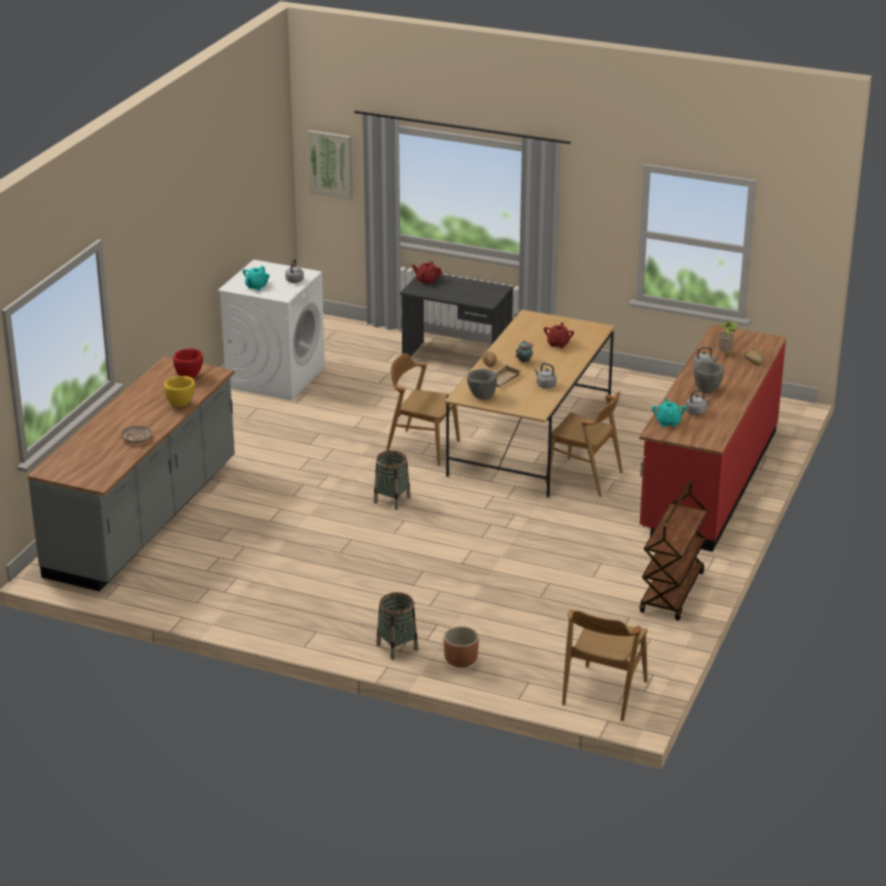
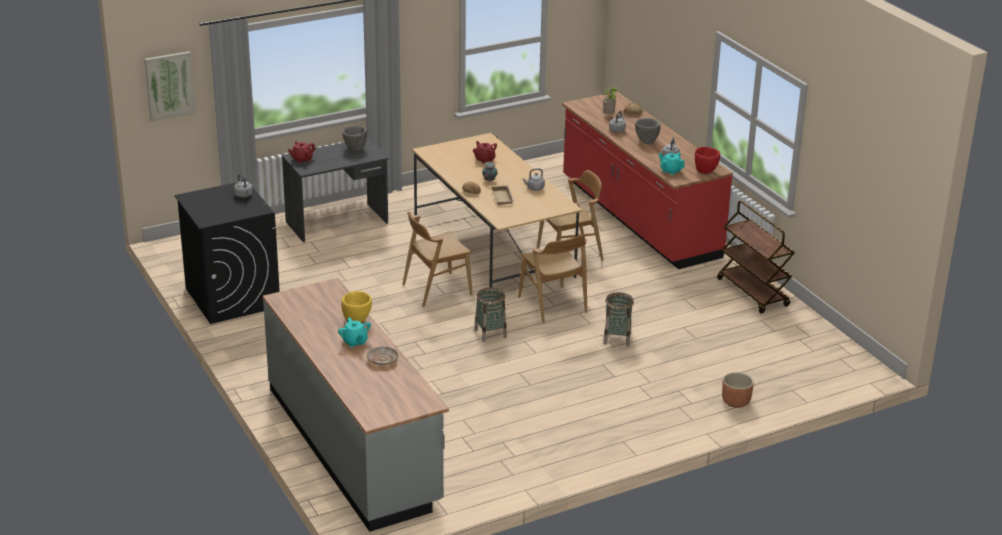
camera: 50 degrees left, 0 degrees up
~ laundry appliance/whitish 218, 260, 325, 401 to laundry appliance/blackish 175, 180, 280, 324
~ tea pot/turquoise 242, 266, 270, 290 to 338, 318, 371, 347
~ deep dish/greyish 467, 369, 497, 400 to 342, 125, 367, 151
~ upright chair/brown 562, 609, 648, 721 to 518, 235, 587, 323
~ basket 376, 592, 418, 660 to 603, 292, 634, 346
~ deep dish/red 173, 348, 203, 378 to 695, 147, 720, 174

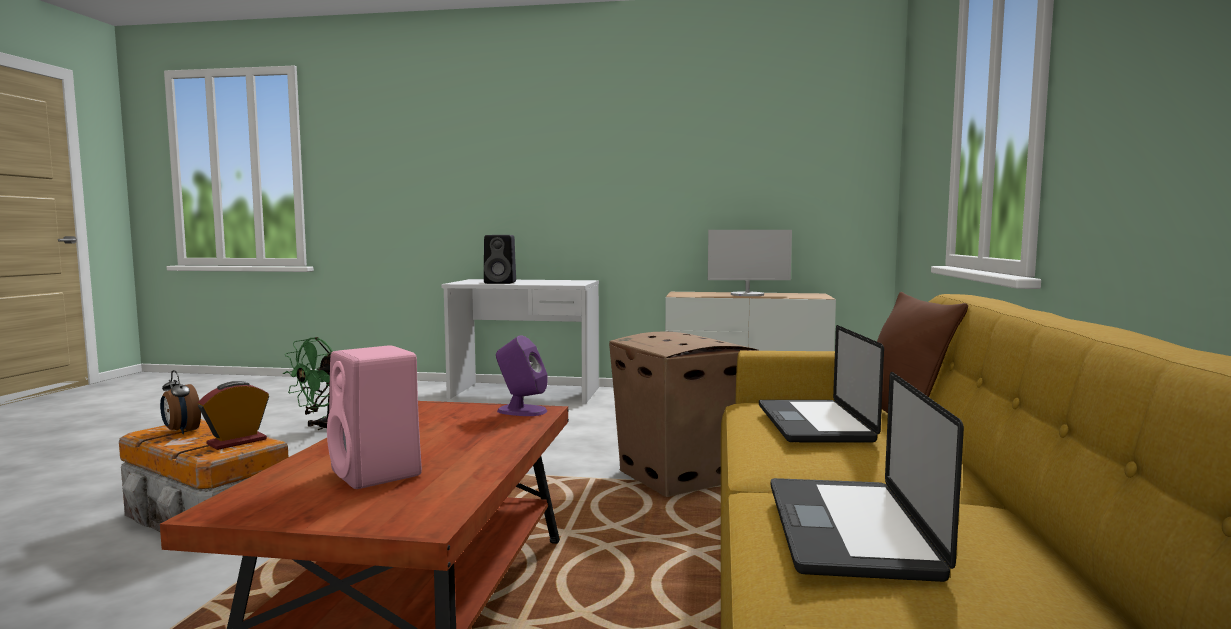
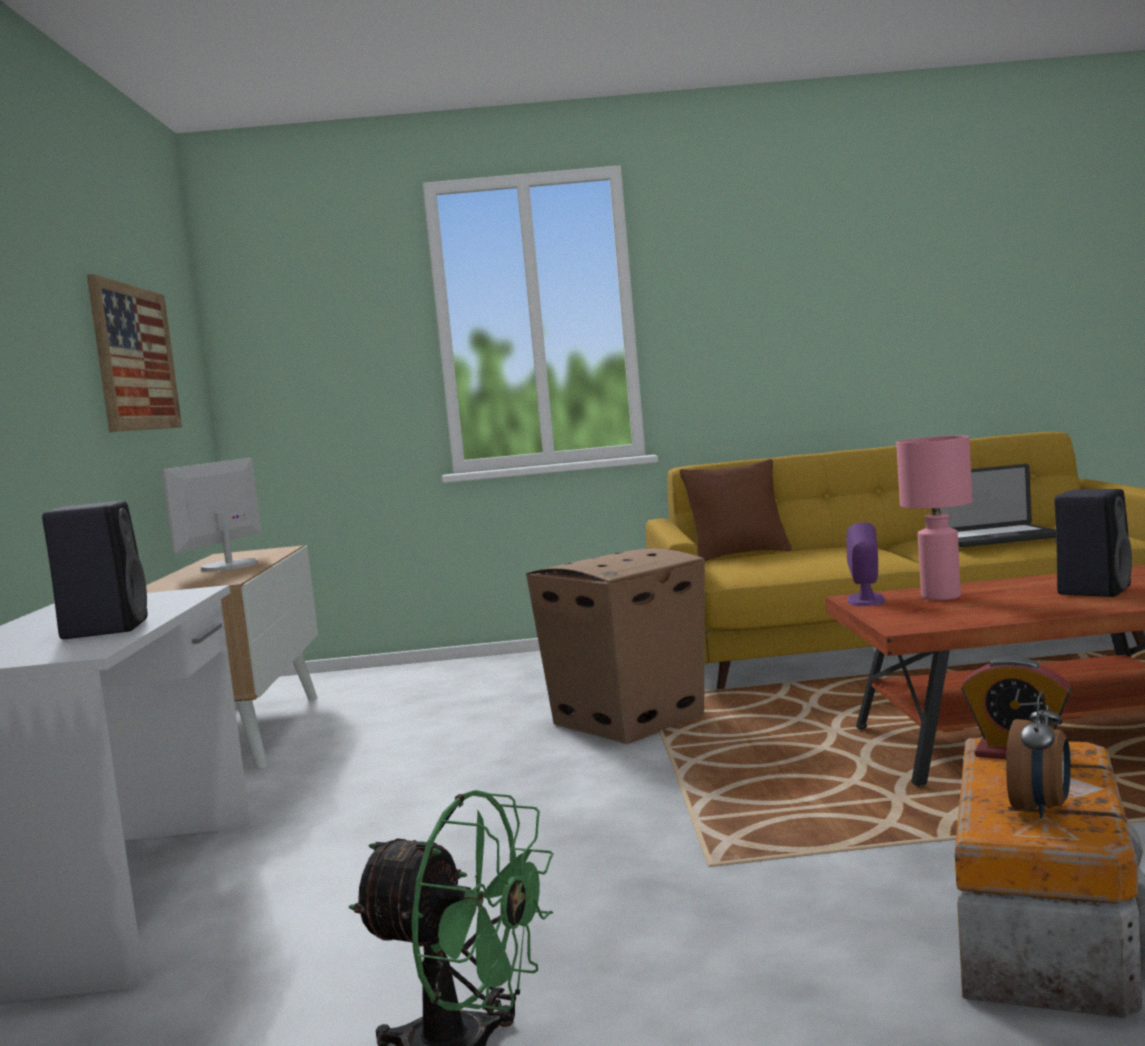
camera: 100 degrees left, 0 degrees up
+ picture 87, 274, 182, 432
~ computer display 708, 230, 792, 296 = 161, 458, 261, 571 150 degrees counterclockwise
+ lamp for a table/pink 896, 436, 973, 600
~ speaker/pink 327, 345, 422, 489 to speaker/blackish 1054, 489, 1132, 597
- laptop 759, 325, 884, 443

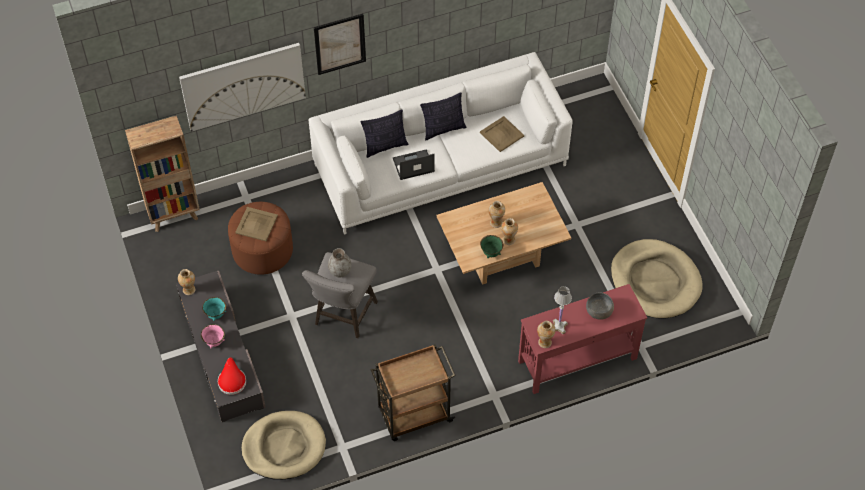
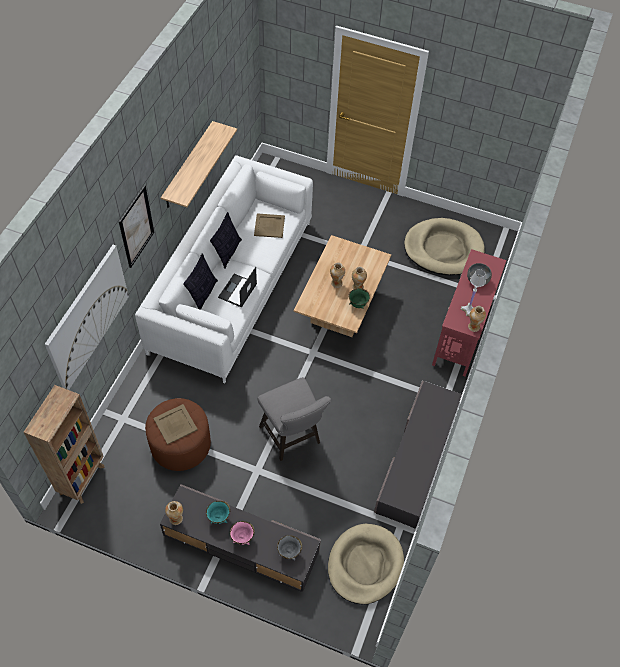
camera: 50 degrees left, 0 degrees up
+ bracket shelf 161, 121, 237, 208
~ wearable hat/red 218, 357, 246, 395 to deep dish/greyish 277, 535, 302, 561
~ cart/brown 371, 344, 456, 441 to media console/greyish 374, 381, 462, 528
- vase/greyish 328, 248, 351, 277

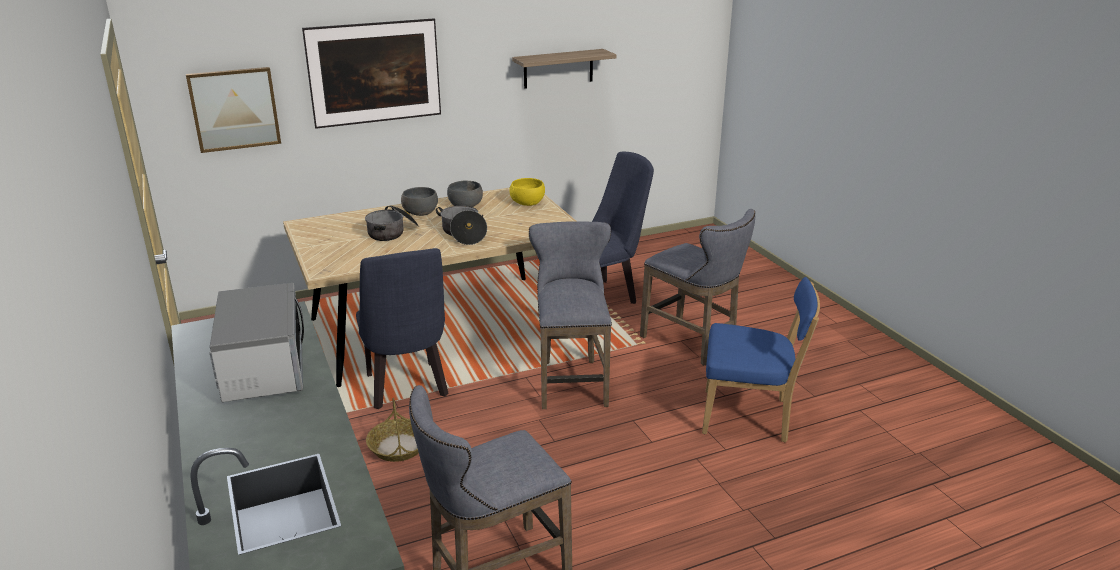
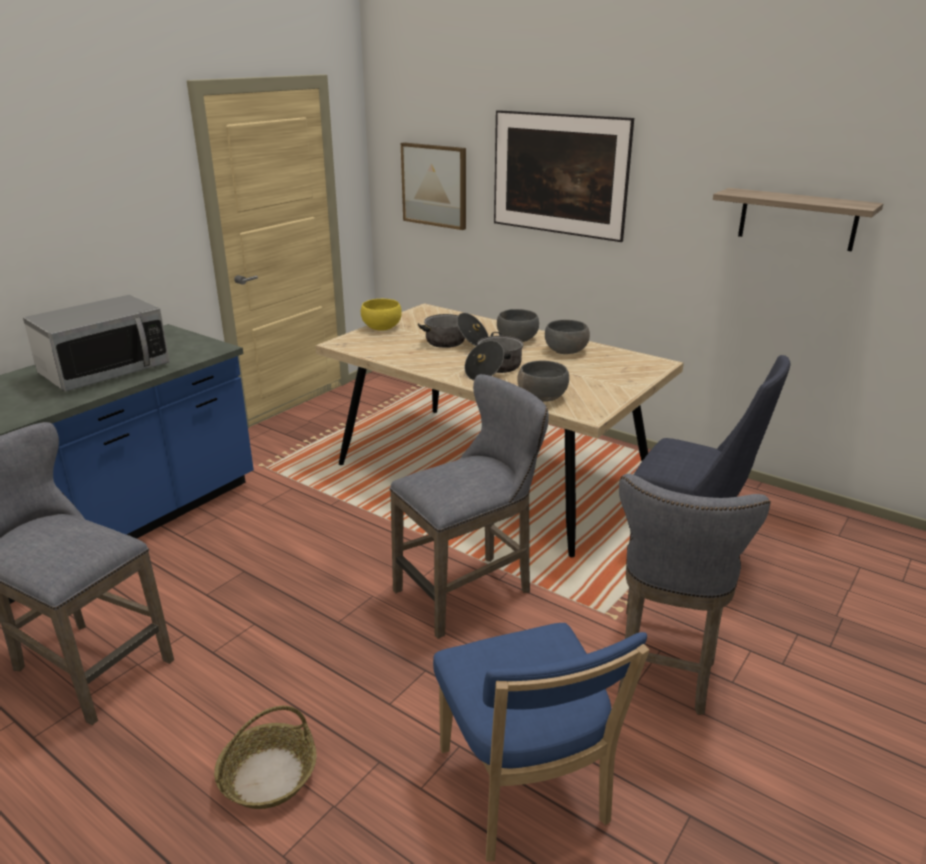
camera: 60 degrees right, 0 degrees up
~ basket 366, 398, 419, 462 to 214, 706, 317, 809
~ deep dish/yellow 509, 178, 545, 206 to 361, 299, 402, 331
+ deep dish/greyish 517, 361, 569, 402
- upright chair/blue-coloured 356, 248, 448, 409

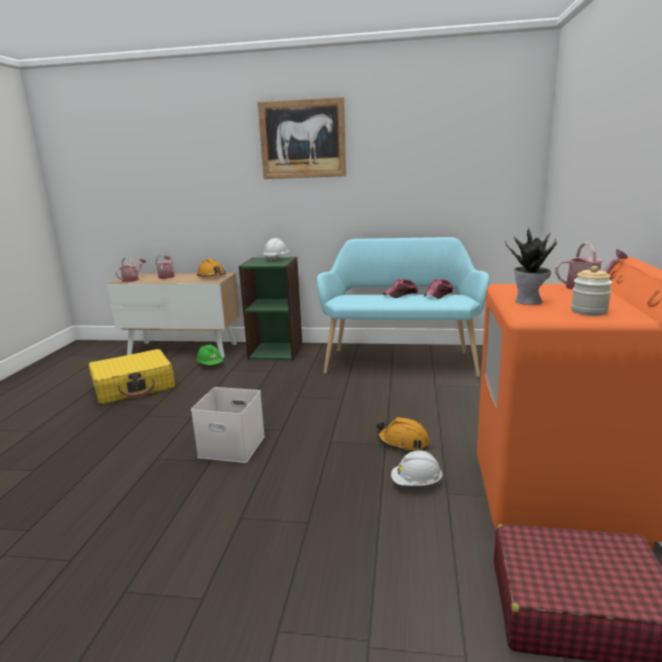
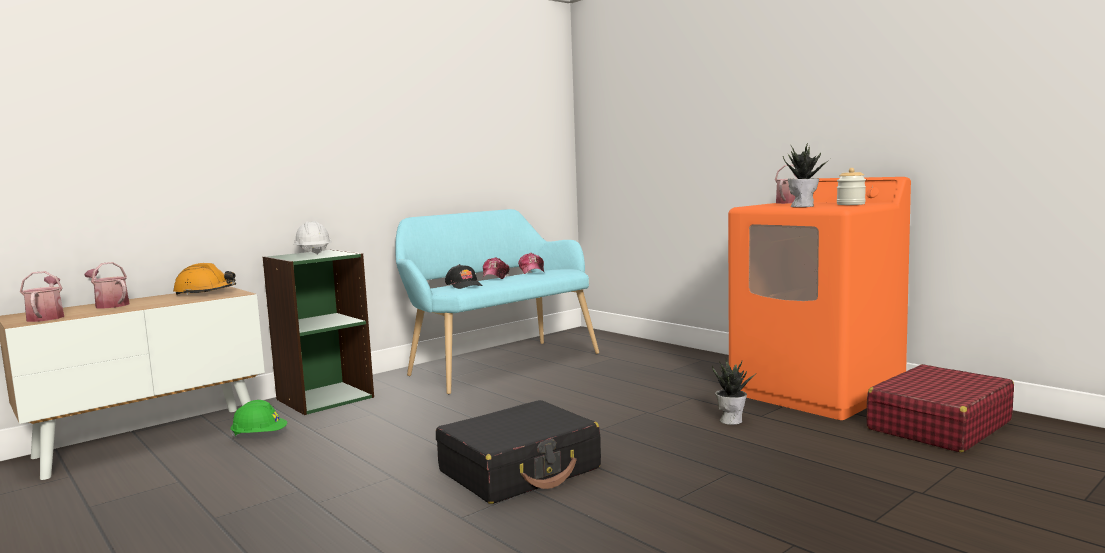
camera: 50 degrees left, 10 degrees down
~ storage bin/whitish 191, 387, 265, 463 to suitcase/blackish 436, 400, 601, 504
+ peaked cap/blackish 445, 264, 483, 289
~ safety helmet/whitish 391, 450, 443, 486 to houseplant 712, 360, 757, 425
- suitcase/yellow 89, 349, 175, 404
- picture 258, 97, 346, 179
- safety helmet/orange 376, 417, 430, 452

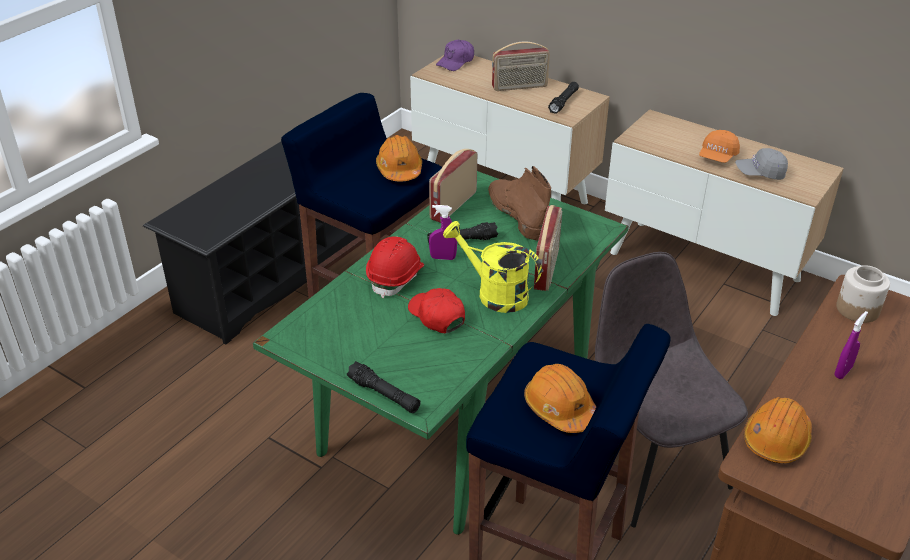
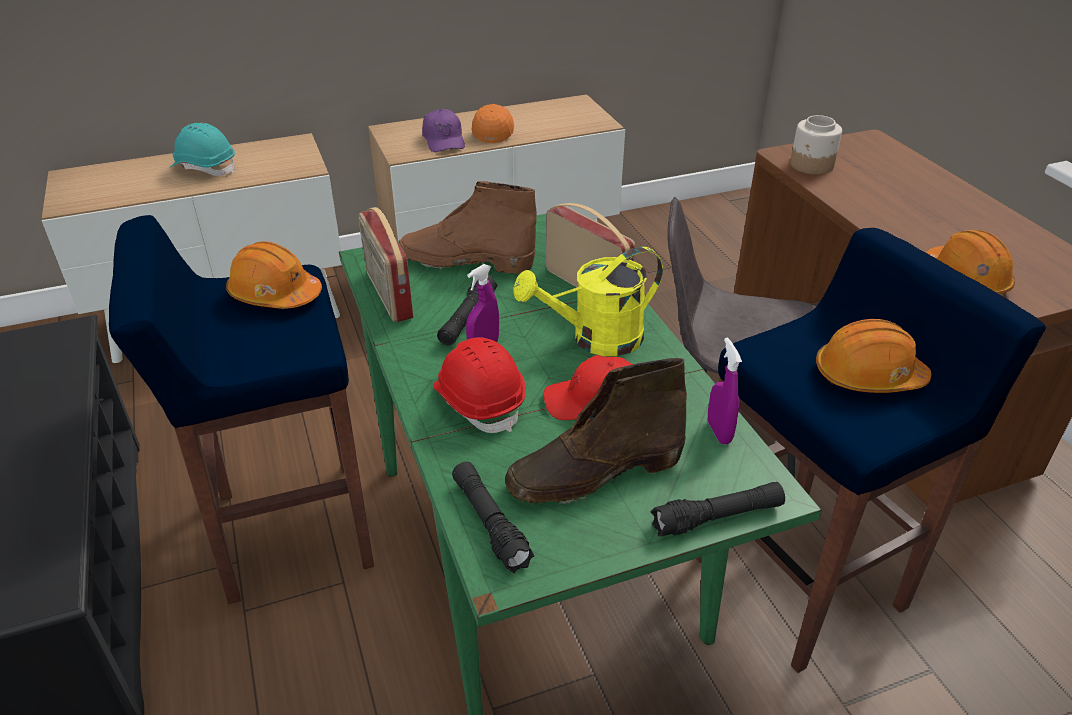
camera: 55 degrees left, 0 degrees up
~ radio set 492, 42, 550, 91 to safety helmet/turquoise 170, 123, 235, 176
~ peaked cap/purple 436, 40, 474, 71 to 422, 109, 465, 152
~ hand torch/blackish 548, 82, 579, 114 to 452, 462, 534, 573
~ peaked cap/orange 699, 130, 740, 163 = 471, 104, 514, 143 150 degrees counterclockwise
+ high-top boot/brown 505, 358, 687, 504
~ spray bottle/purple 834, 311, 868, 379 to 708, 337, 742, 444
- peaked cap/greyish 735, 148, 788, 180

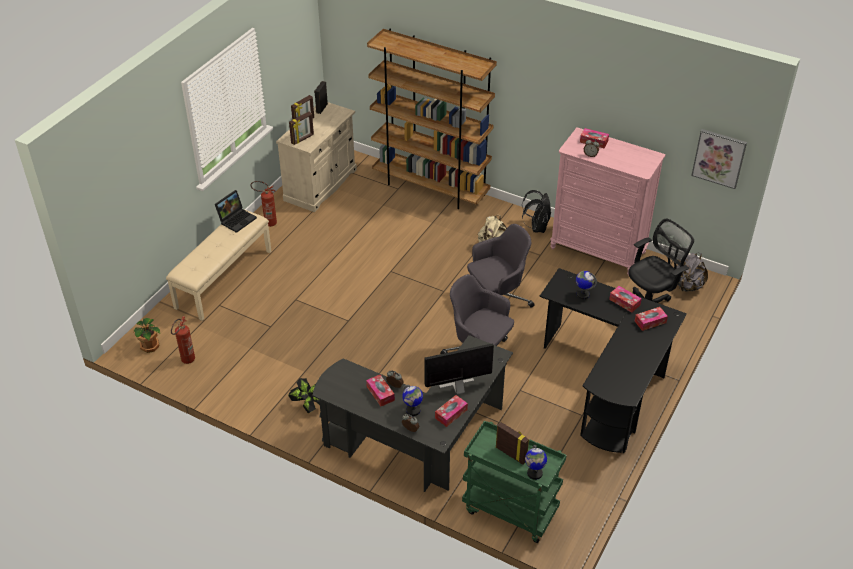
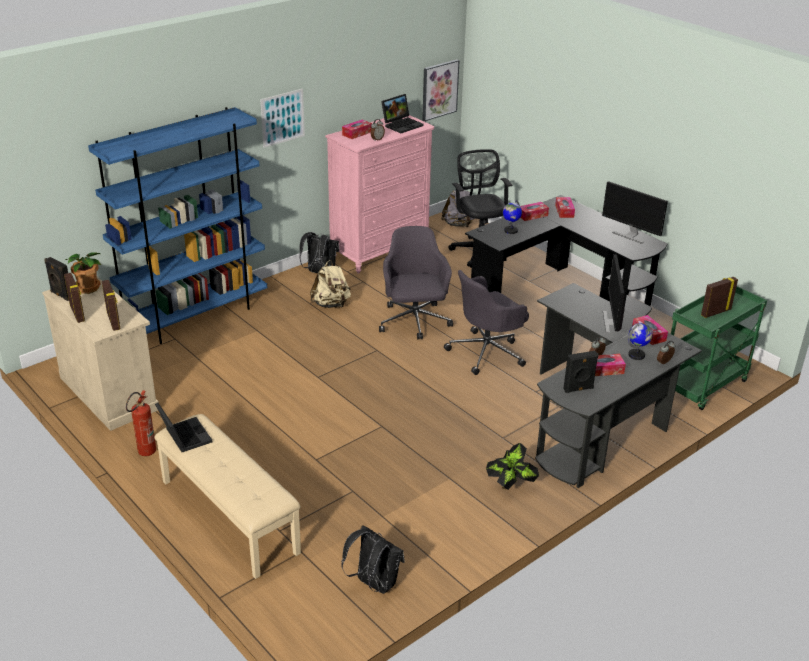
camera: 70 degrees left, 10 degrees down
~ houseplant 133, 318, 160, 353 to 66, 252, 101, 294
~ bookcase/brown 367, 29, 497, 209 to bookcase/blue-coloured 88, 107, 267, 344
+ picture 260, 89, 305, 148
~ fire extinguisher 171, 316, 195, 364 to knapsack/blackish 341, 525, 405, 594
+ laptop 381, 94, 424, 133
+ speaker/blackish 563, 351, 599, 393
+ computer display 602, 181, 668, 244
- desk globe 525, 445, 547, 480

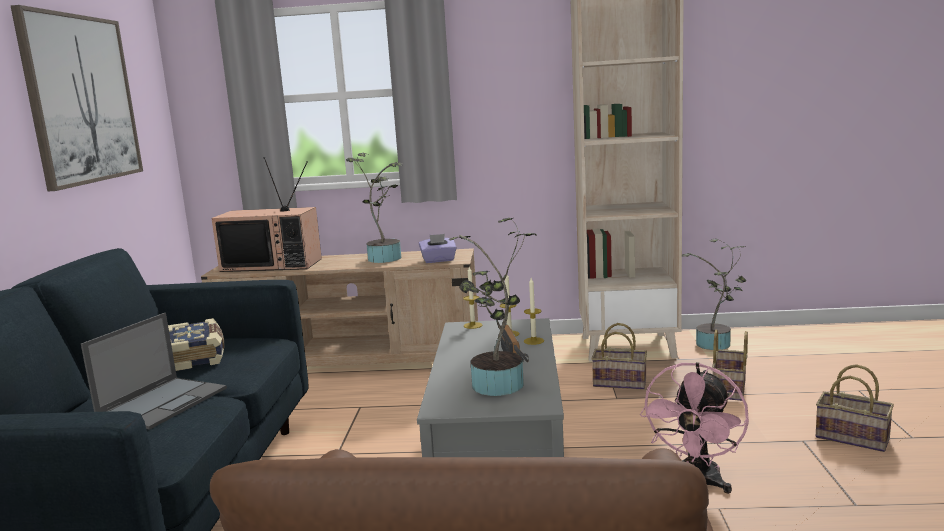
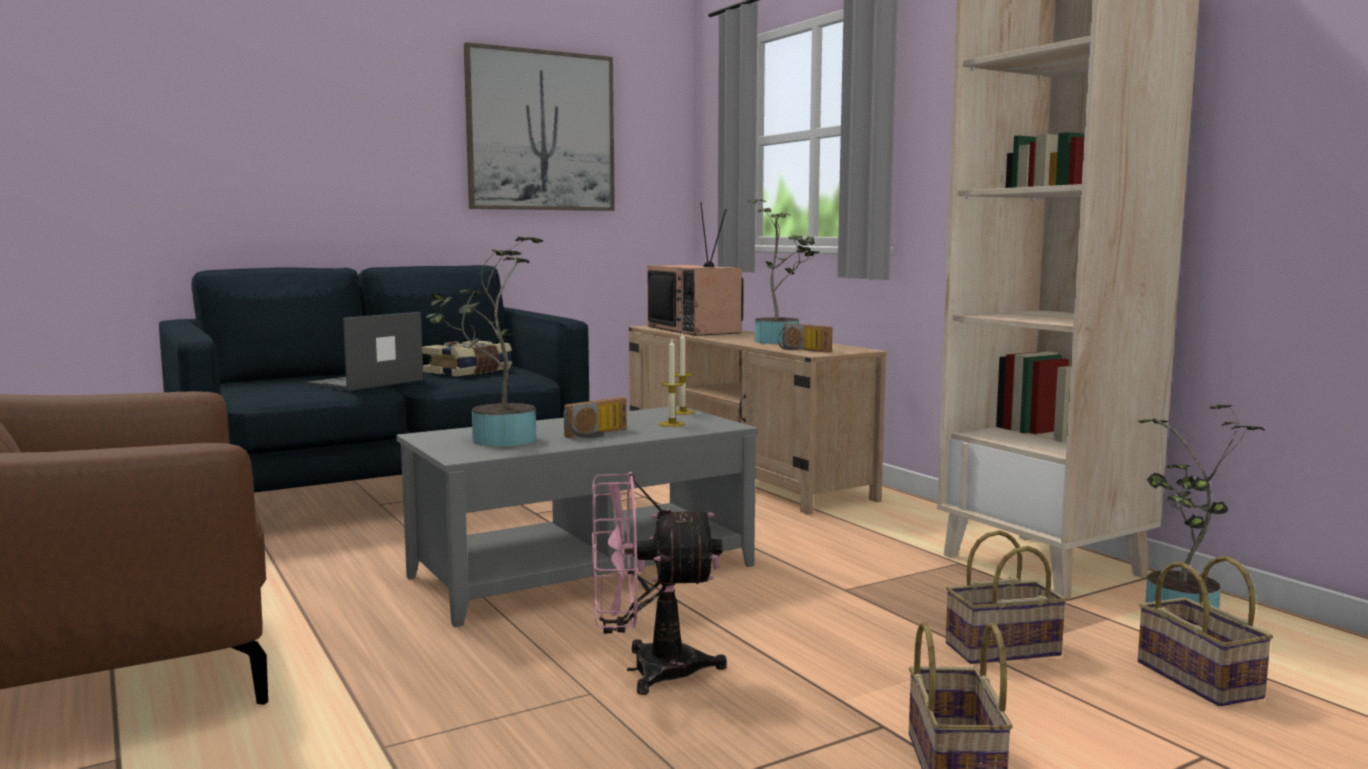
camera: 55 degrees right, 5 degrees down
~ laptop 81, 313, 227, 430 = 307, 312, 423, 391 135 degrees clockwise
~ box of tissues/purple 419, 234, 457, 263 to radio set 778, 323, 832, 353
~ basket 591, 323, 647, 390 to 1138, 556, 1273, 706
- candle 524, 278, 544, 345

